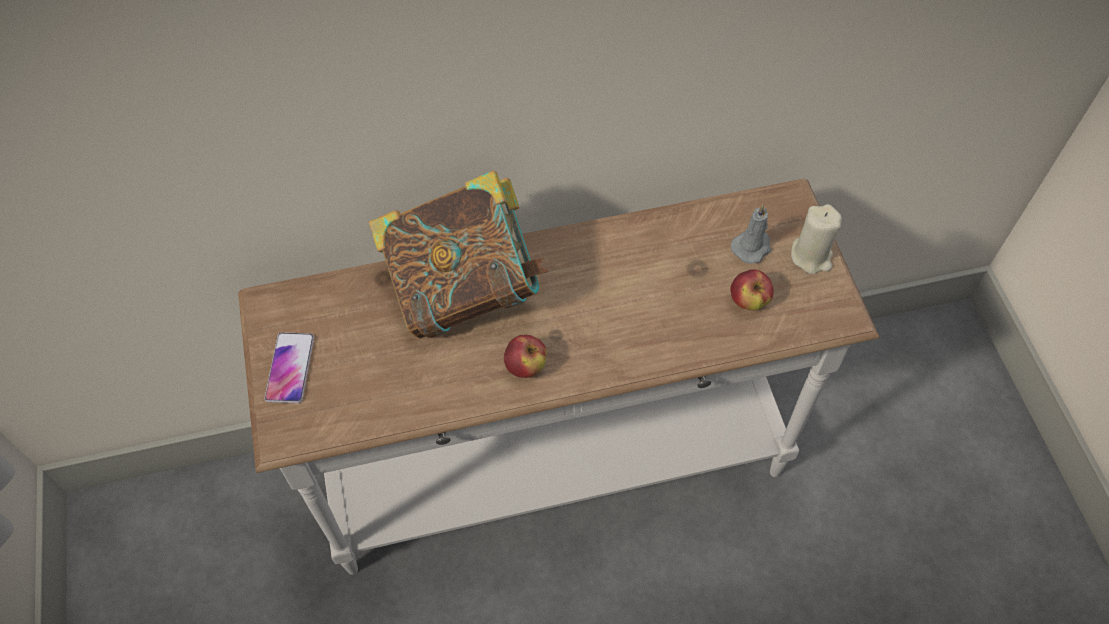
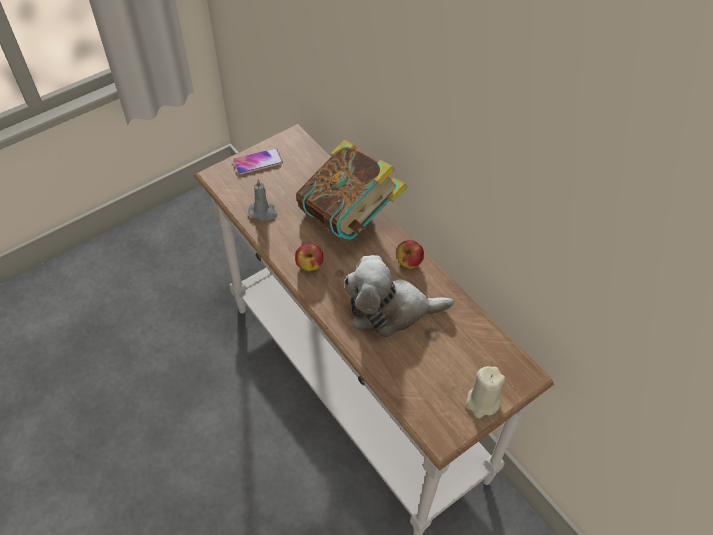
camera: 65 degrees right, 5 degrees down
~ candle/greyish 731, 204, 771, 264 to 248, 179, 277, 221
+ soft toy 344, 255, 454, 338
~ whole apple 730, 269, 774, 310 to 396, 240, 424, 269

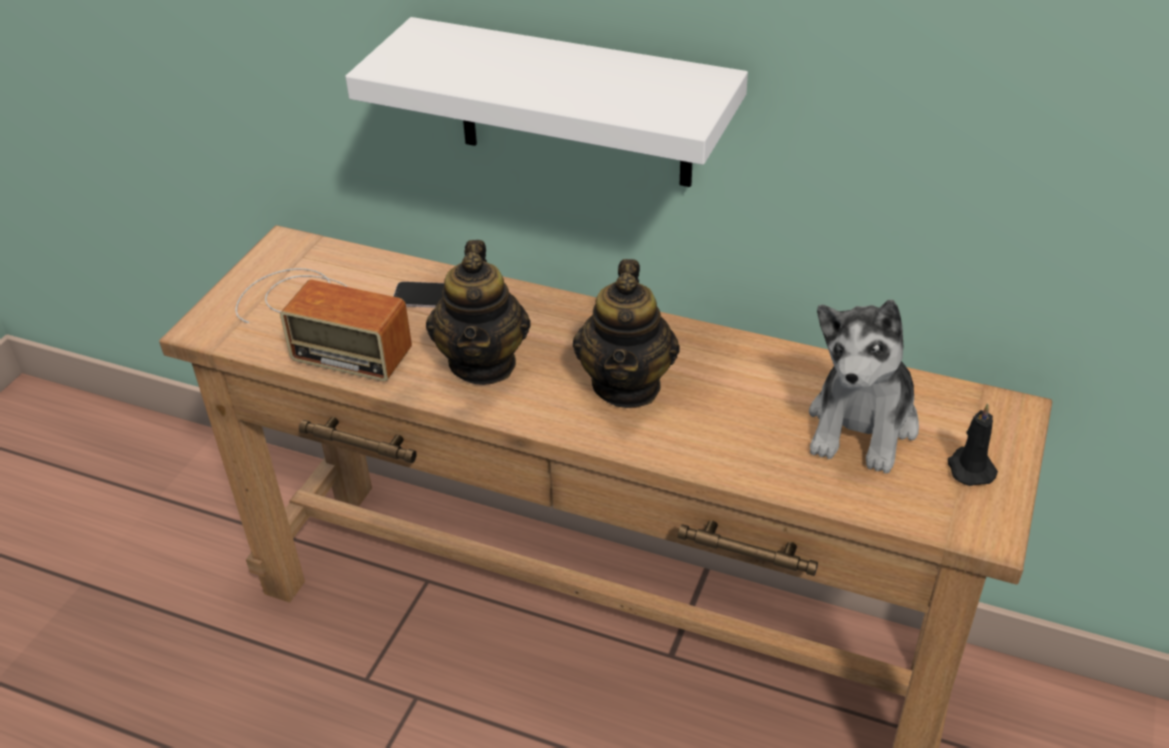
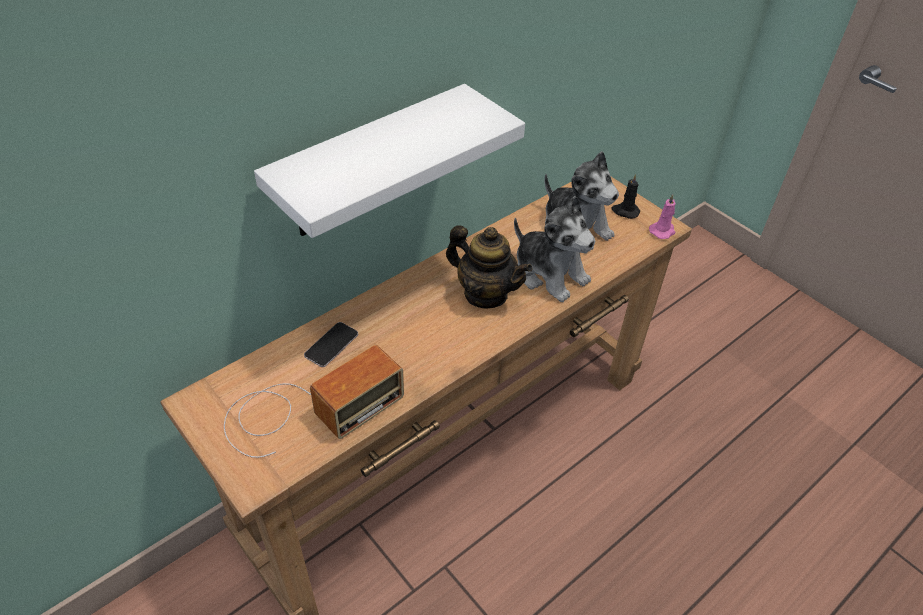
camera: 65 degrees left, 5 degrees up
+ soft toy 514, 196, 596, 302
+ candle/pink 649, 194, 675, 239
- tea pot 426, 240, 530, 385

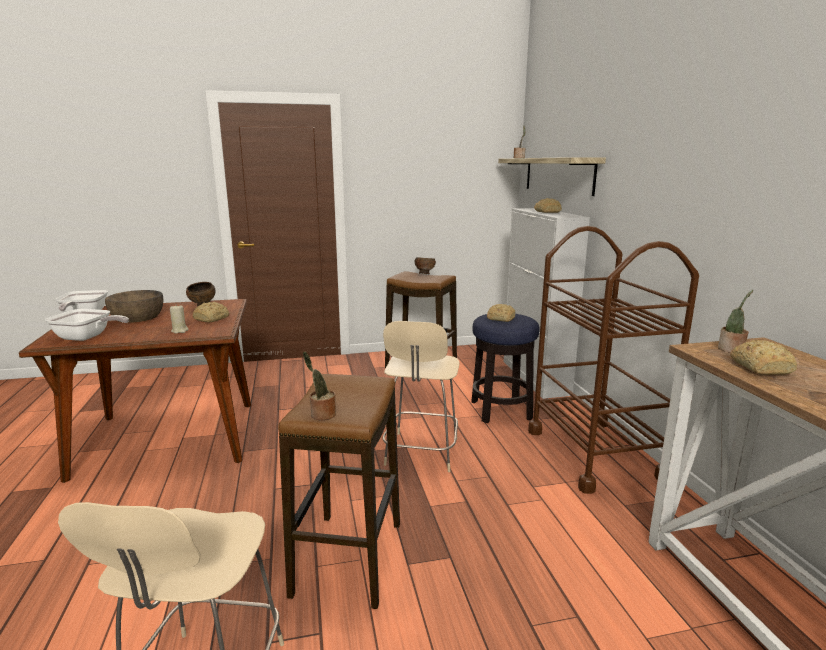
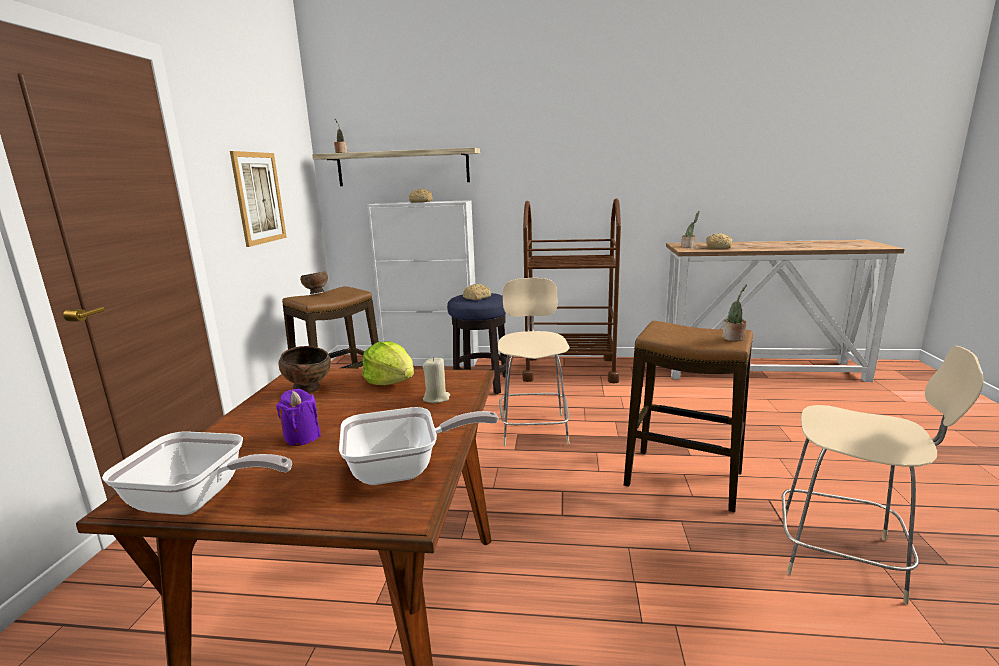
camera: 70 degrees left, 0 degrees up
+ picture 230, 151, 287, 247
~ deep dish/brown 105, 290, 163, 323 to candle/purple 276, 389, 321, 446
~ frying pan 45, 309, 129, 341 = 339, 407, 499, 485 45 degrees clockwise
~ baked bread 193, 302, 229, 322 to lettuce 362, 341, 414, 385
~ upright chair/sand-coloured 383, 321, 460, 472 = 498, 278, 570, 446 120 degrees counterclockwise

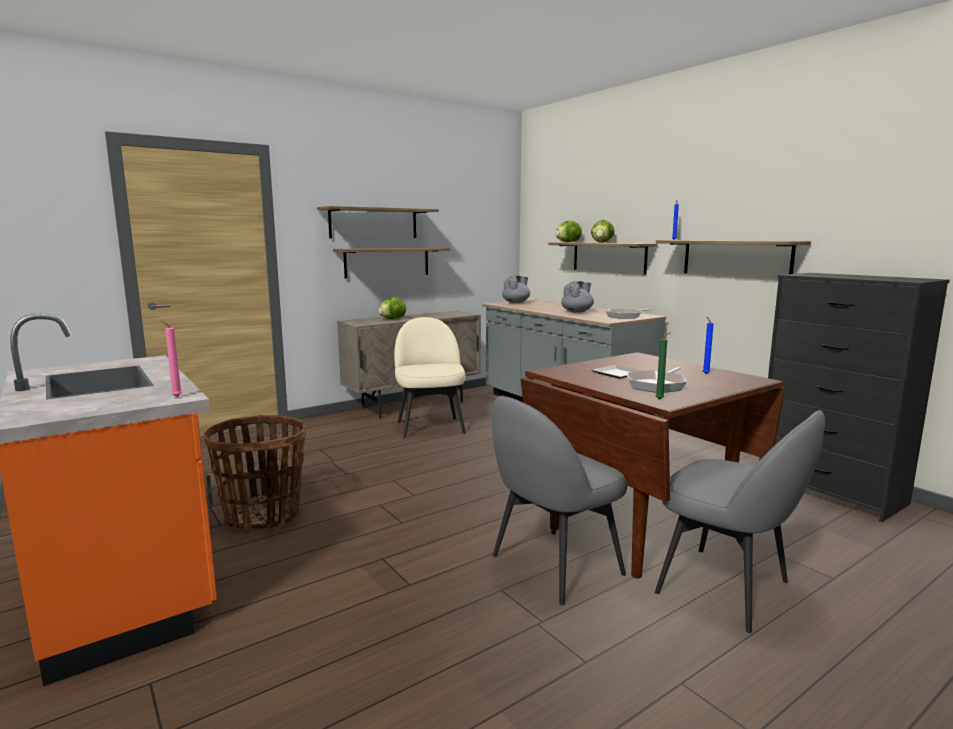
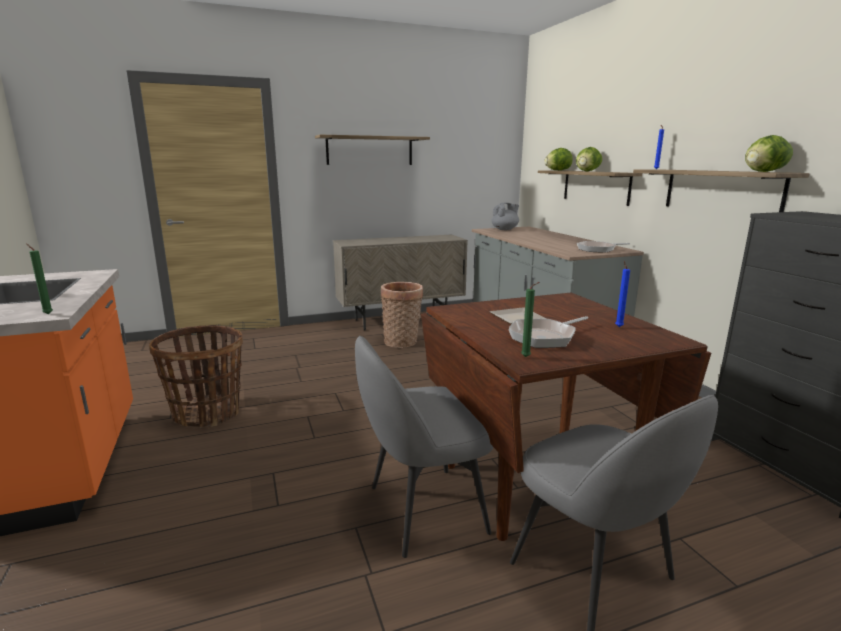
camera: 15 degrees right, 5 degrees up
~ candle/pink 161, 321, 182, 397 to candle/green 26, 244, 53, 314
~ upright chair/sand-coloured 394, 317, 466, 438 to basket 381, 282, 423, 348
~ lettuce 378, 297, 406, 319 to 745, 135, 793, 172
- bracket shelf 333, 247, 450, 278
- tea pot/greyish 561, 281, 594, 313

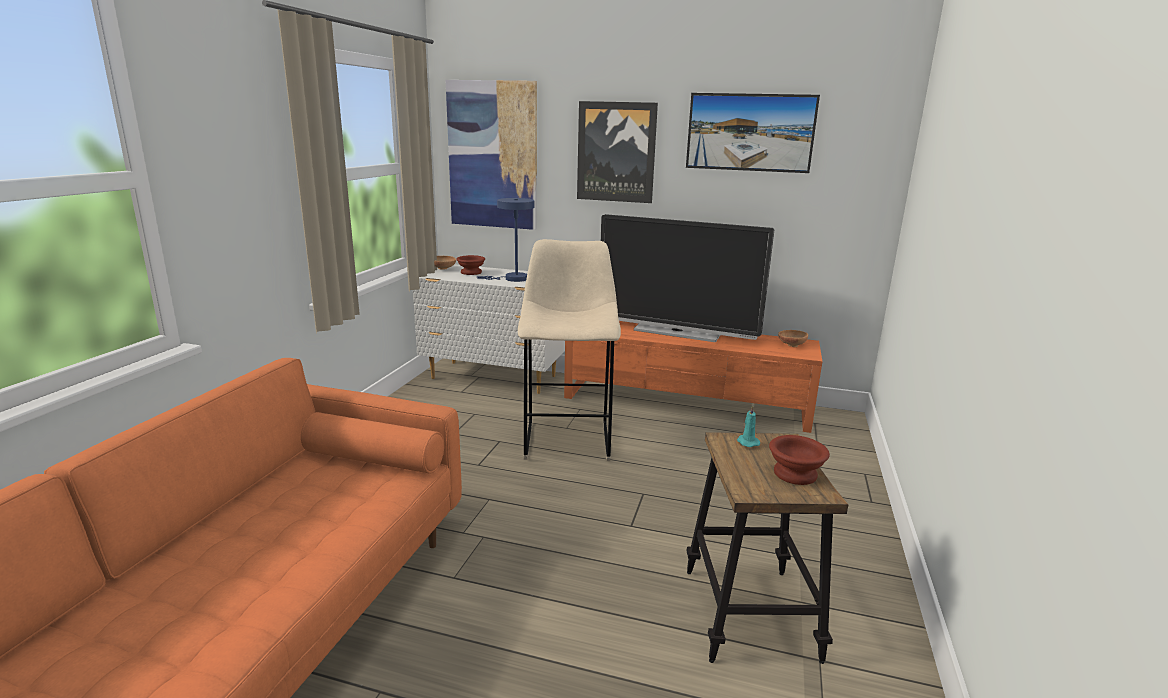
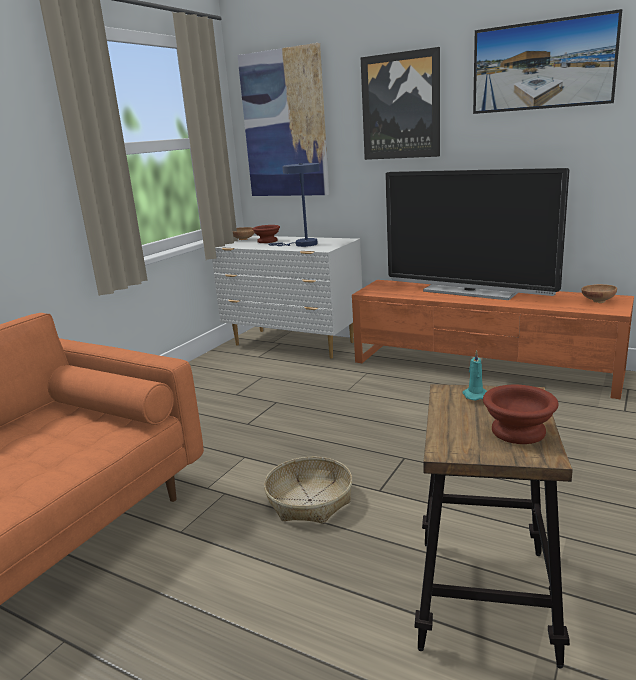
camera: 15 degrees right, 0 degrees up
+ basket 264, 457, 353, 523
- stool seat/sand-coloured 518, 239, 621, 461

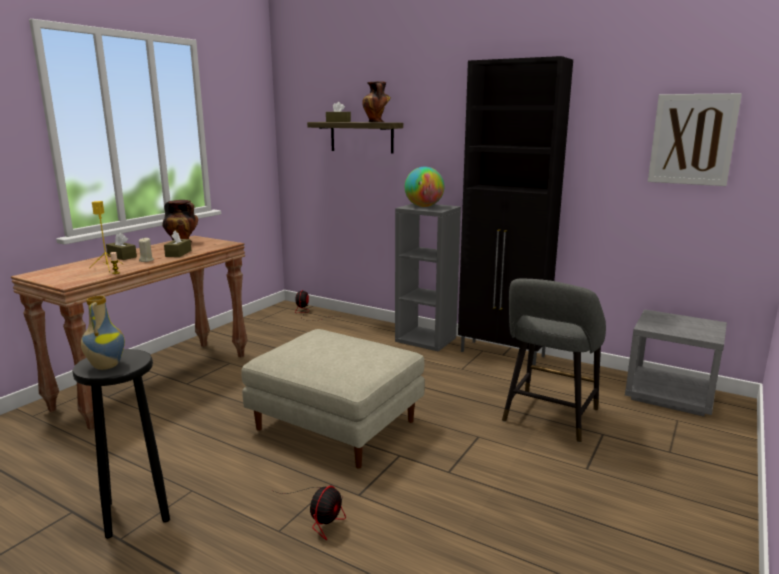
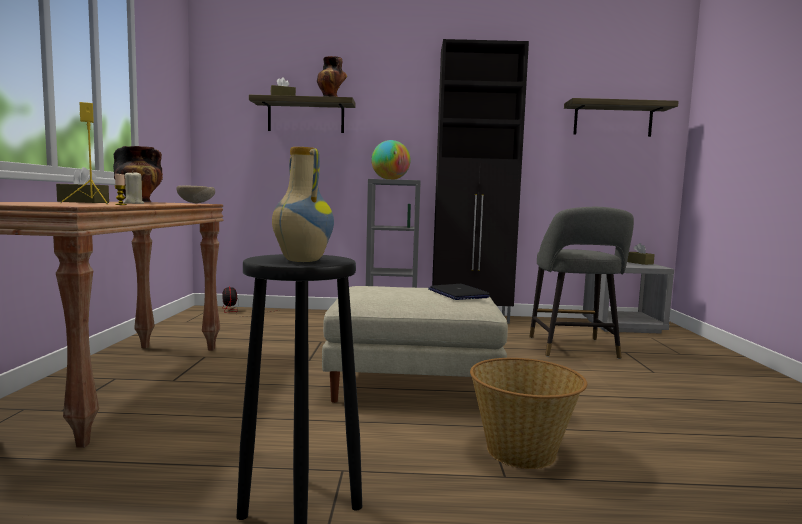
camera: 30 degrees left, 10 degrees down
+ deep dish/sand-coloured 176, 186, 215, 203
+ laptop 428, 284, 490, 300
~ cooling fan 274, 486, 346, 541 to basket 470, 358, 587, 469
~ picture 648, 93, 742, 186 to bracket shelf 564, 98, 679, 137
~ box of tissues/brown 164, 231, 192, 257 to 627, 243, 655, 265

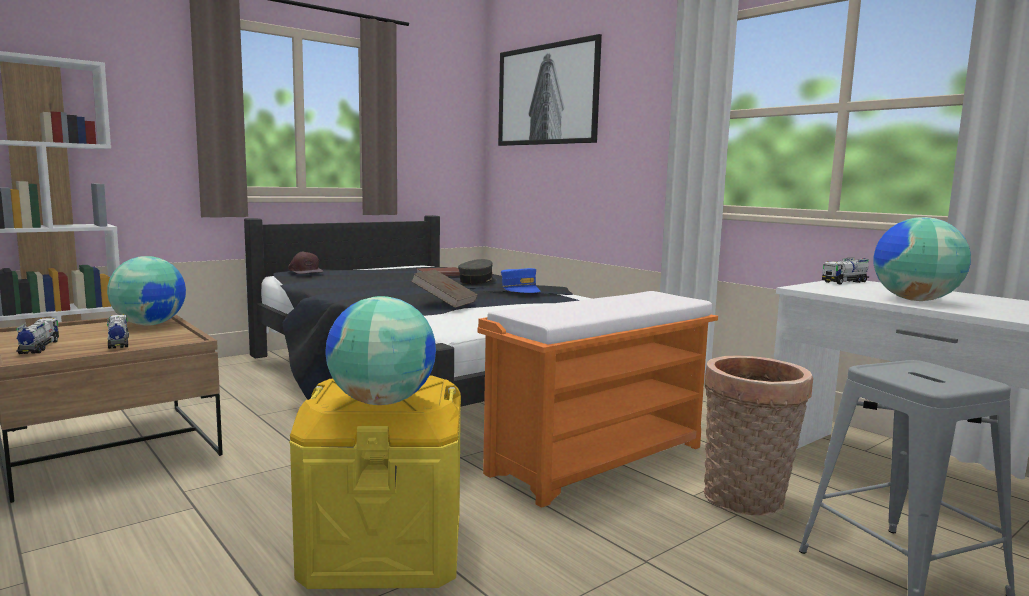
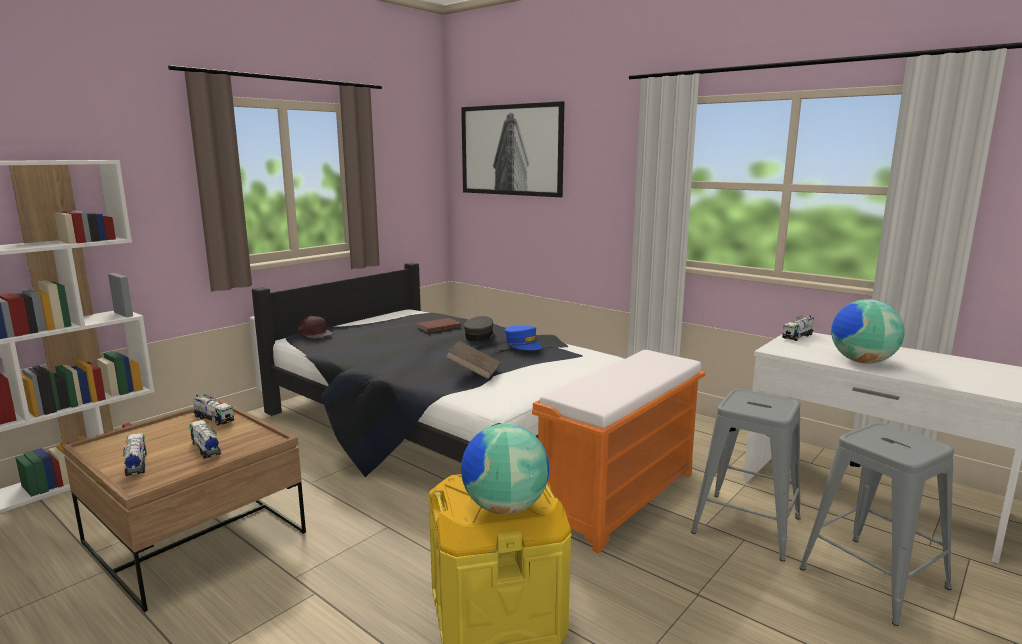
camera: 10 degrees left, 5 degrees up
~ desk globe 107, 256, 186, 326 to model truck 192, 393, 234, 425
~ basket 704, 355, 813, 515 to stool seat/greyish 691, 389, 800, 561

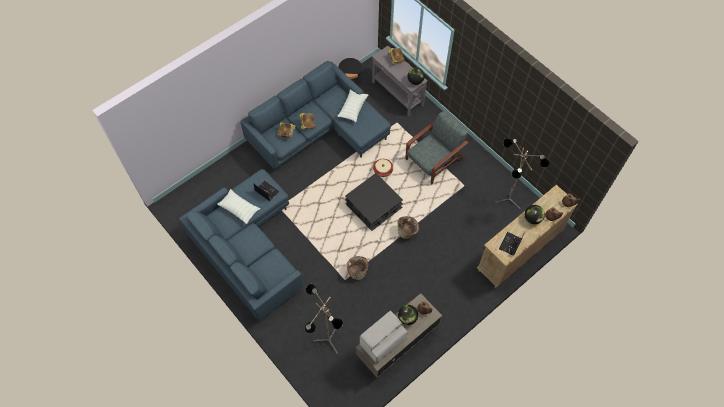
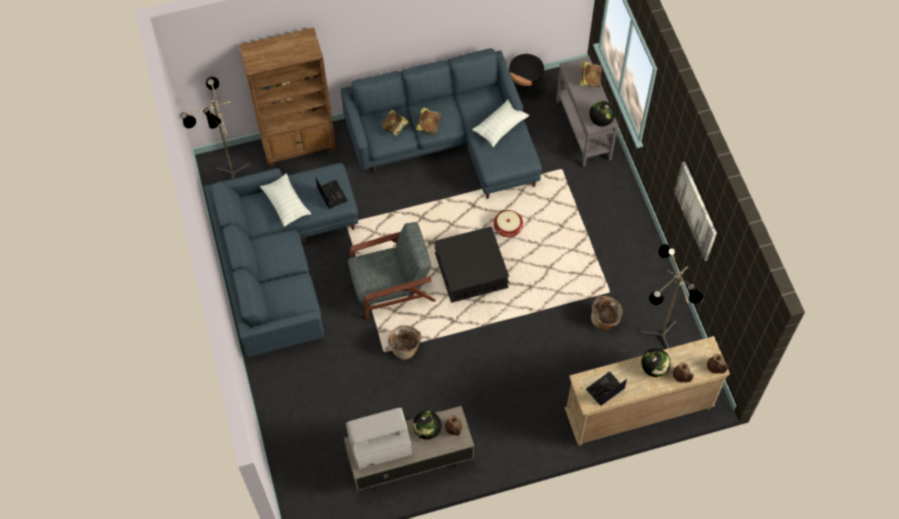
camera: 25 degrees right, 0 degrees up
~ standard lamp 305, 284, 343, 354 to 180, 77, 251, 179
+ bookcase/brown 239, 27, 336, 167
~ easy chair/greyish 405, 111, 468, 184 to 348, 222, 436, 320
~ basket 397, 216, 419, 239 to 591, 296, 622, 330
+ picture 674, 162, 717, 261

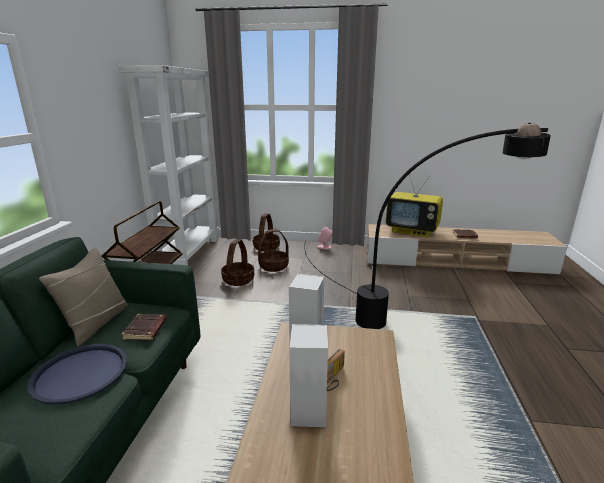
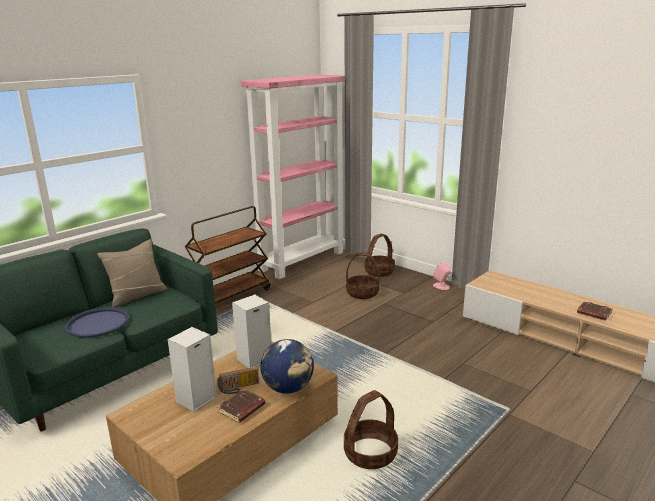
camera: 35 degrees right, 0 degrees up
~ volume/brown 121, 314, 167, 340 to 217, 389, 266, 423
~ bookcase/whitish 119, 65, 219, 265 to bookcase/pink 241, 75, 345, 279
+ desk globe 261, 339, 314, 394
~ basket 221, 239, 254, 286 to 344, 390, 398, 469
- standard lamp/blackish 304, 123, 551, 329
- TV set 386, 175, 443, 237

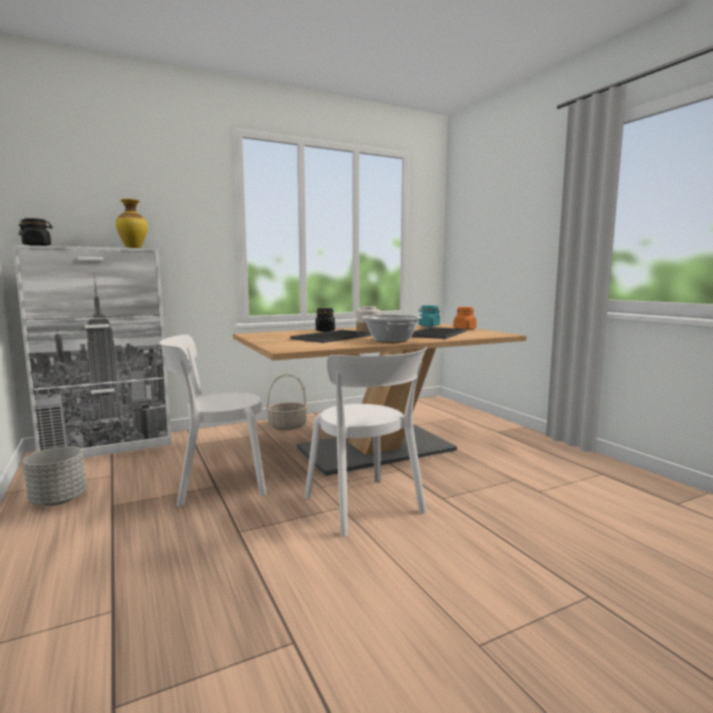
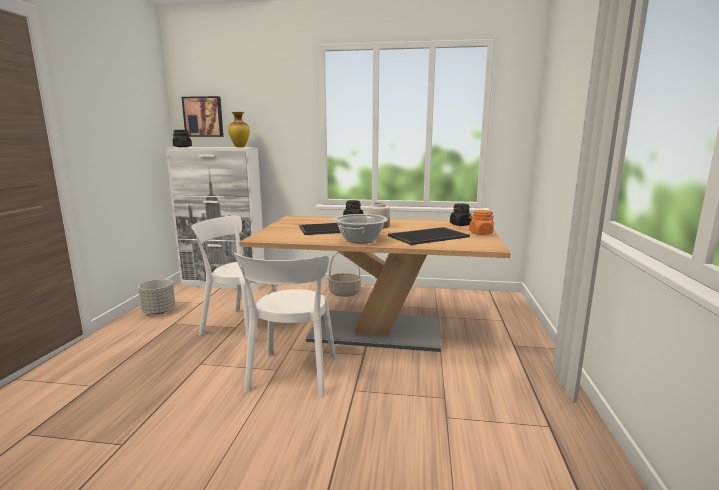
camera: 35 degrees right, 5 degrees up
+ picture 182, 96, 223, 137
~ storage jar/turquoise 418, 305, 440, 327 to storage jar/blackish 450, 203, 472, 226

